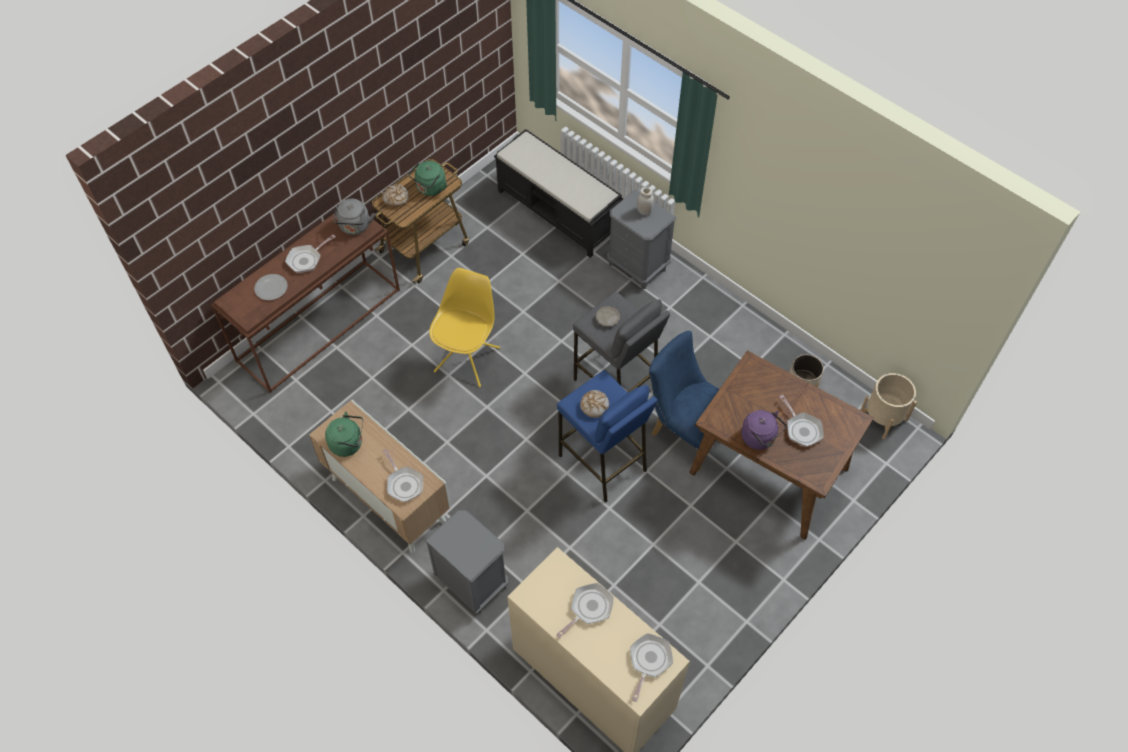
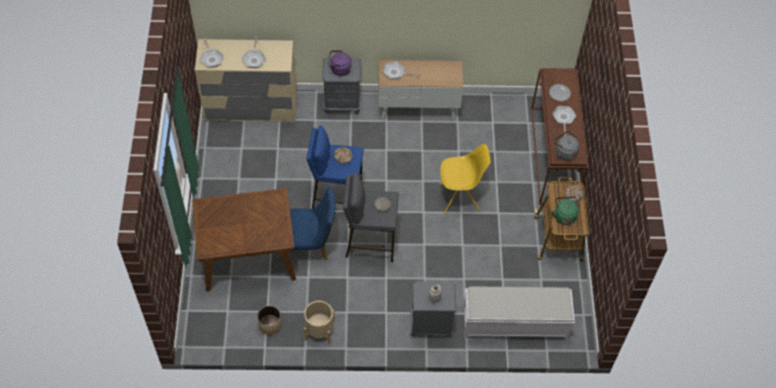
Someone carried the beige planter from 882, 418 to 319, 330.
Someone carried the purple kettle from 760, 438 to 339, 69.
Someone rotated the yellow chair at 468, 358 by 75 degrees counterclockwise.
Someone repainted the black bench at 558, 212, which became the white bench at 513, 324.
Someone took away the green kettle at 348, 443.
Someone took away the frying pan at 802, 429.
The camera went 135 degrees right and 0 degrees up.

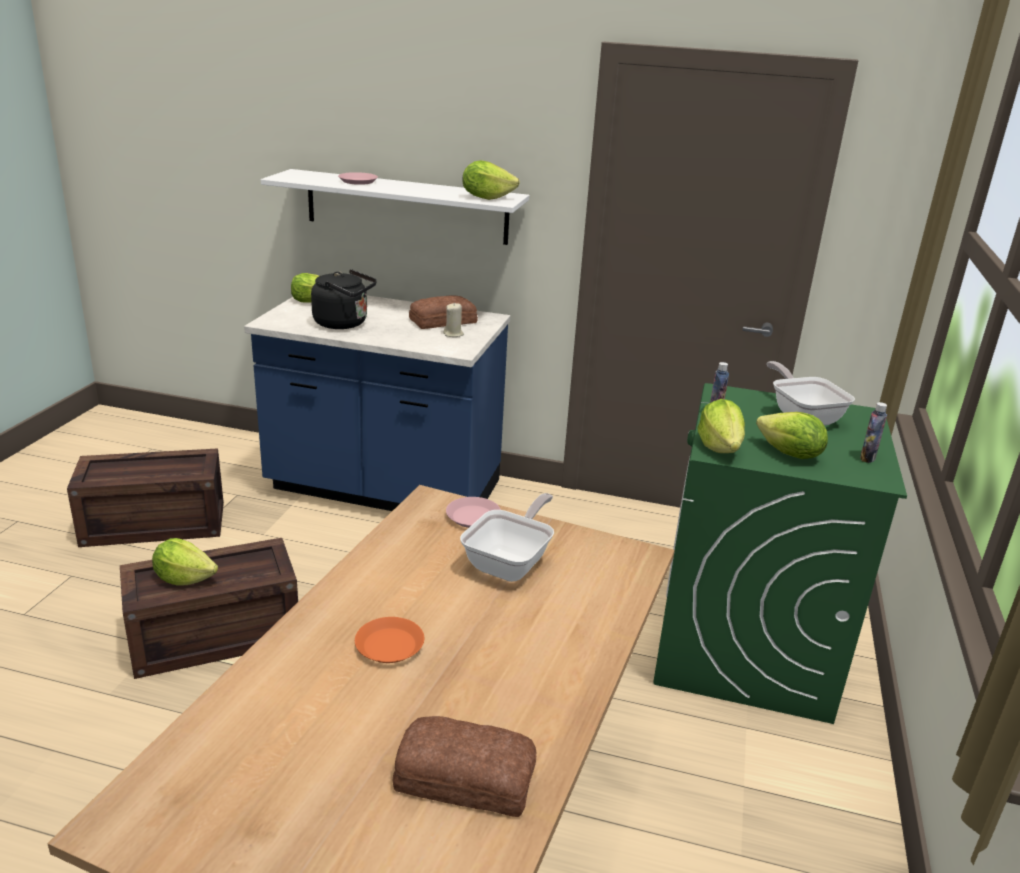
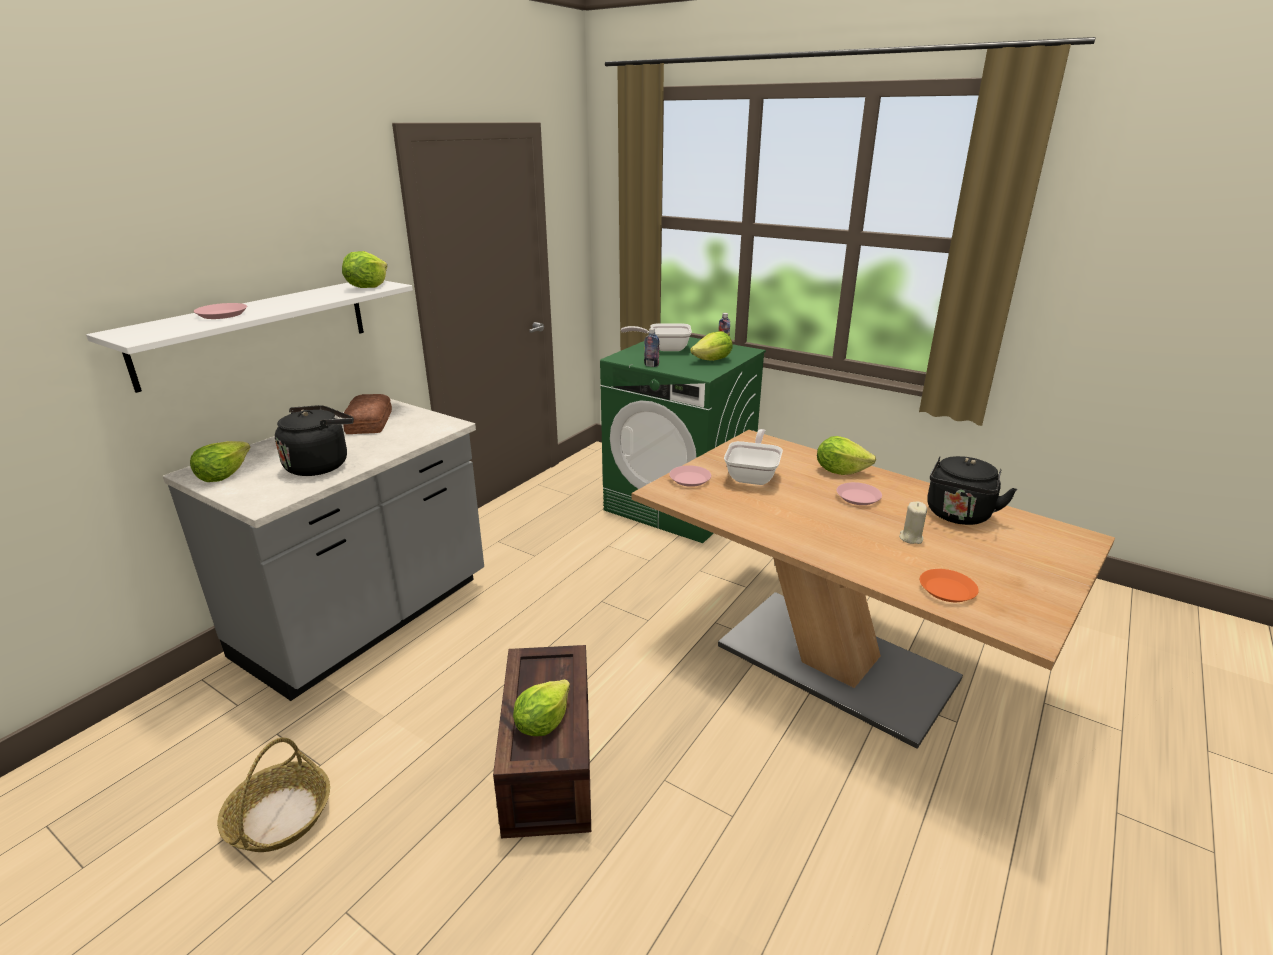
Someone repainted the blue counter at 384, 489, which became the grey counter at 367, 619.
Someone swapped the crate at 156, 523 for the basket at 280, 816.
Someone rotated the frying pan at 511, 562 by 60 degrees clockwise.
Someone carried the lettuce from 720, 447 to 840, 471.
Someone put down the pink plate at 858, 497.
Someone carried the beige candle from 453, 334 to 910, 538.
Someone carried the orange plate from 390, 646 to 947, 590.
Someone swapped the bread at 464, 775 for the black kettle at 958, 516.
The camera went 70 degrees left and 0 degrees up.

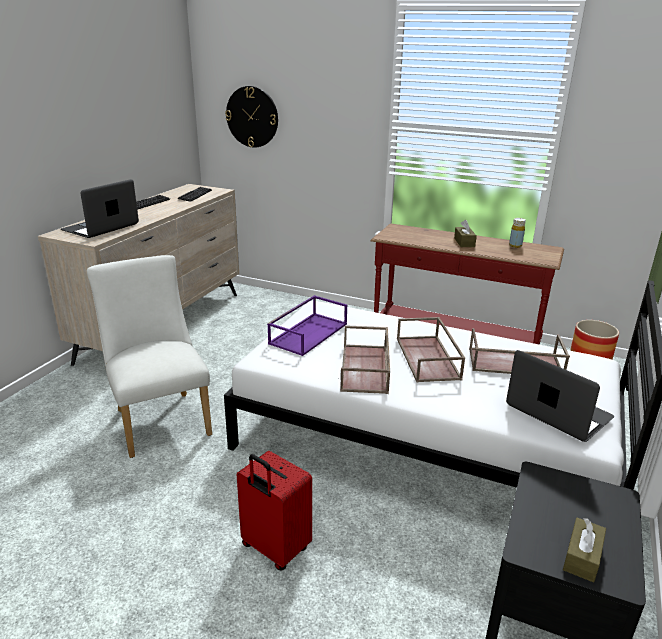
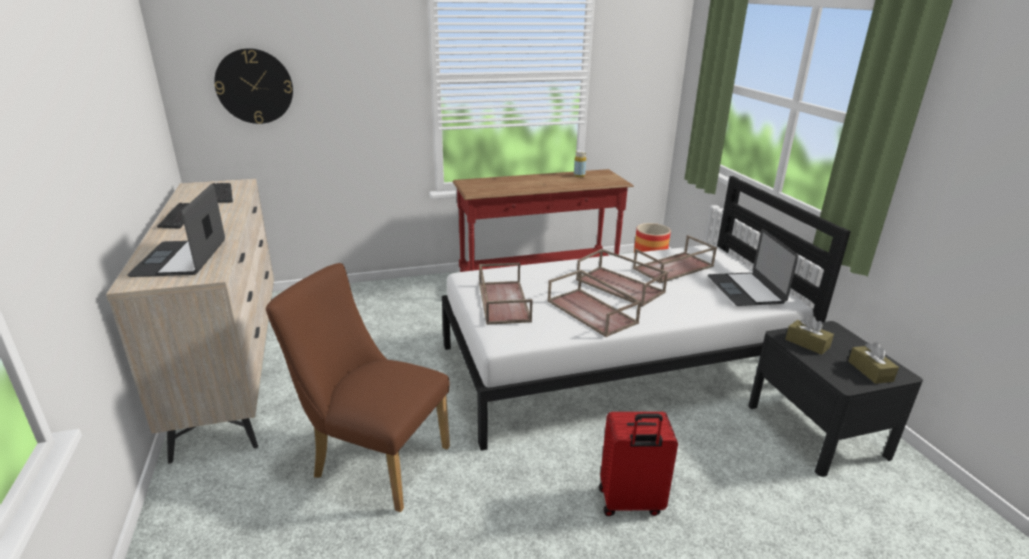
Someone repainted the white chair at 160, 418, which became the brown chair at 374, 460.
Someone repainted the purple tray at 308, 333, which became the brown tray at 502, 301.
Someone rotated the laptop at 558, 412 by 105 degrees counterclockwise.
Someone carried the brown tissue box from 464, 242 to 807, 343.
The camera went 40 degrees left and 0 degrees up.

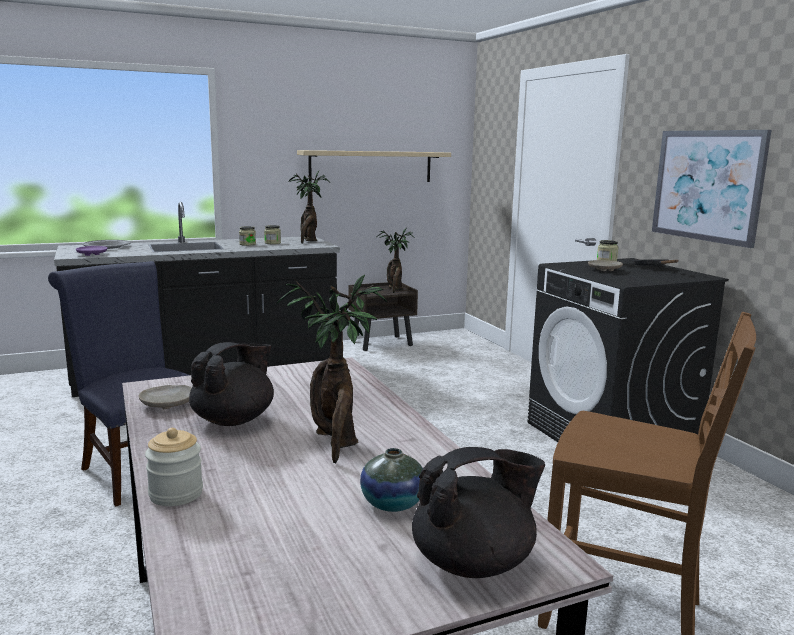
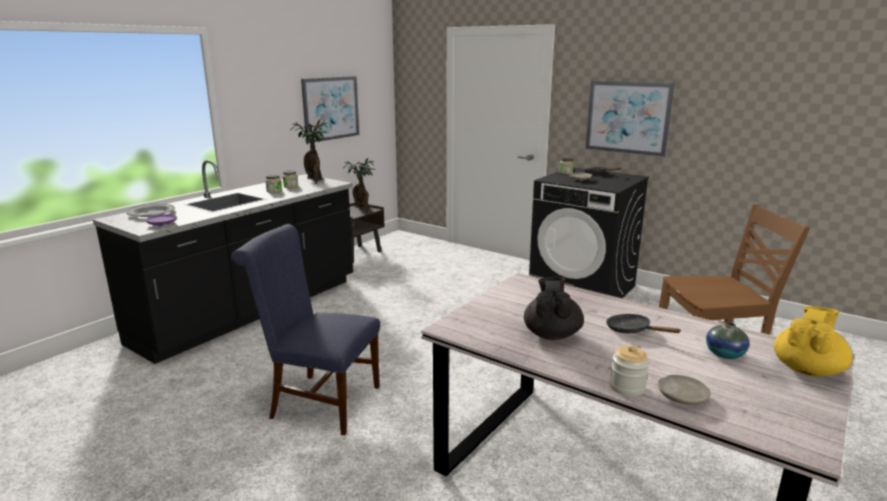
Someone swapped the beige shelf at 371, 166 for the picture at 331, 108.
Someone swapped the potted plant at 336, 443 for the black frying pan at 632, 330.
Someone carried the beige plate from 168, 404 to 682, 396.
Someone repainted the black teapot at 474, 563, which became the yellow teapot at 807, 369.
The camera went 30 degrees left and 5 degrees up.

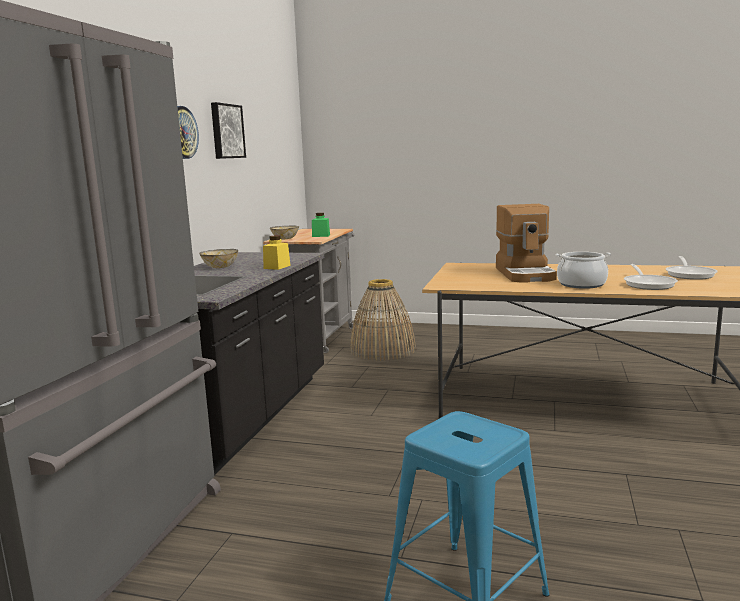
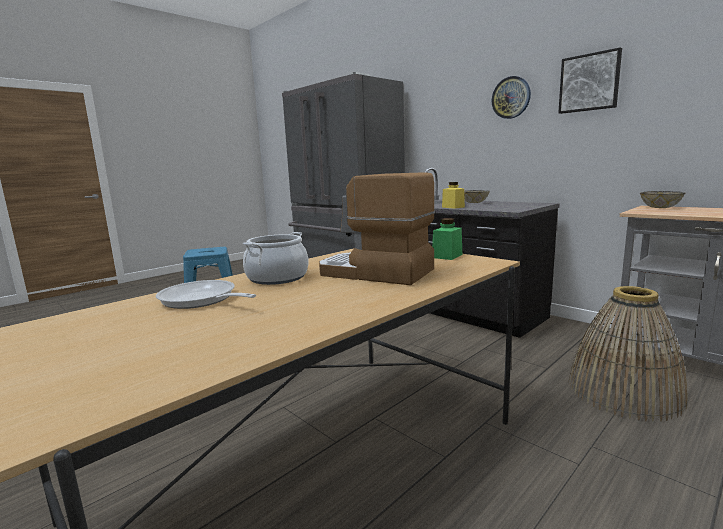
Someone carried the green jar from 321, 236 to 447, 256.
Someone took away the frying pan at 690, 274.
The camera went 120 degrees right and 0 degrees up.

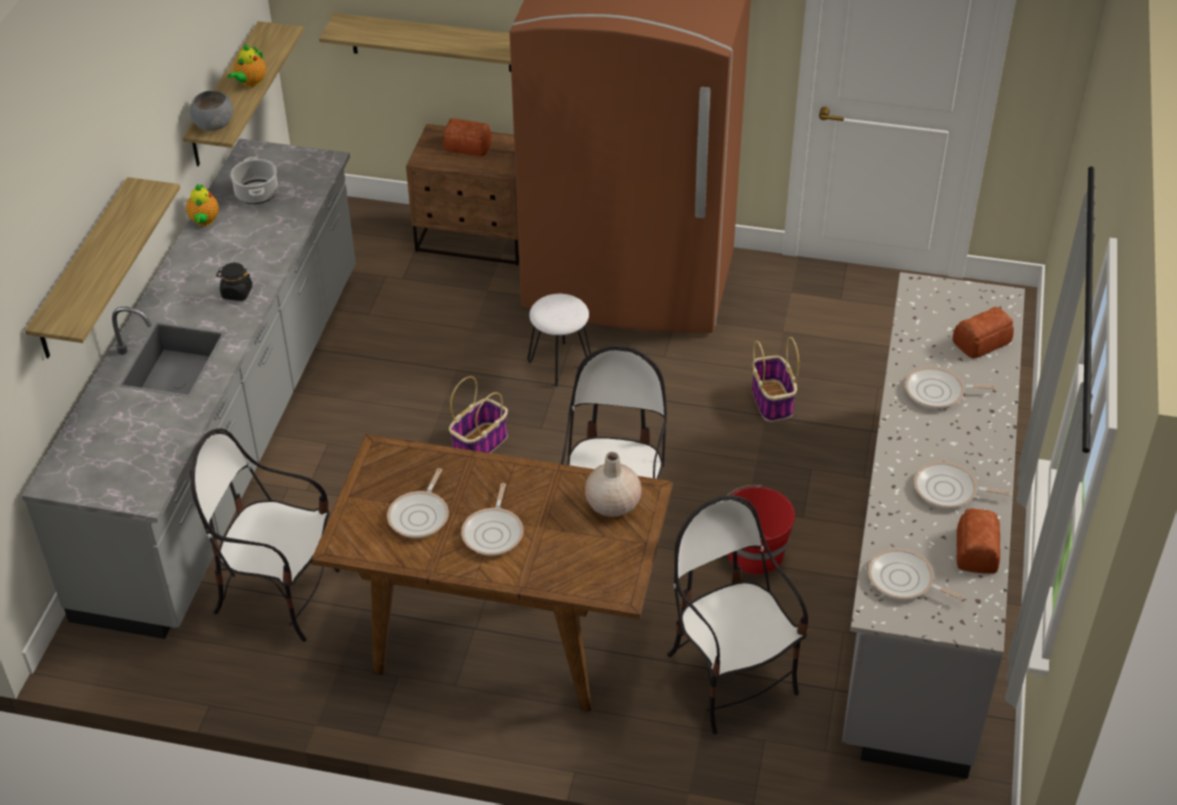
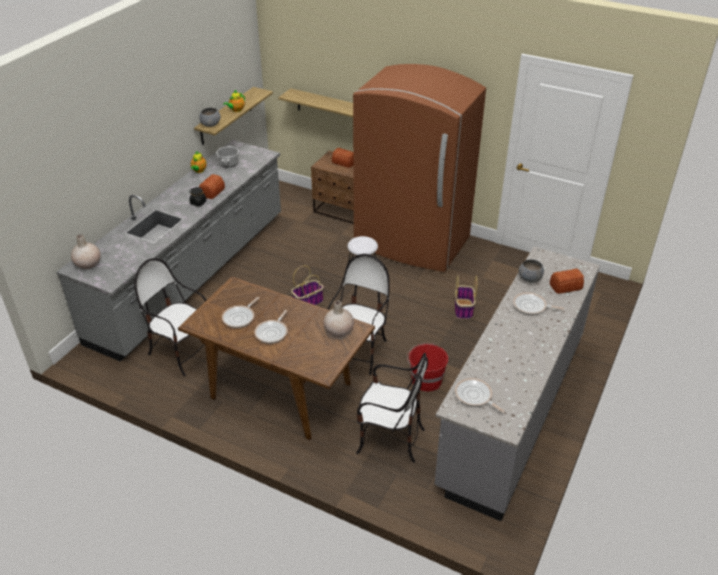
Someone put down the beige vase at 88, 264.
Someone carried the bread from 975, 551 to 211, 192.
Someone rotated the chair at 730, 678 by 120 degrees clockwise.
Someone put down the grey bowl at 529, 278.
Someone took away the shelf at 83, 270.
Someone took away the frying pan at 949, 490.
The camera went 15 degrees right and 5 degrees down.

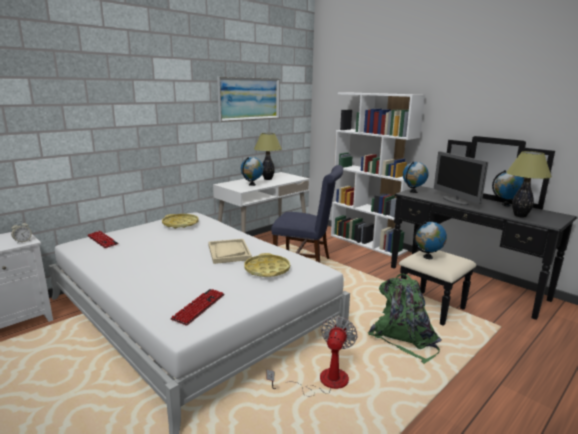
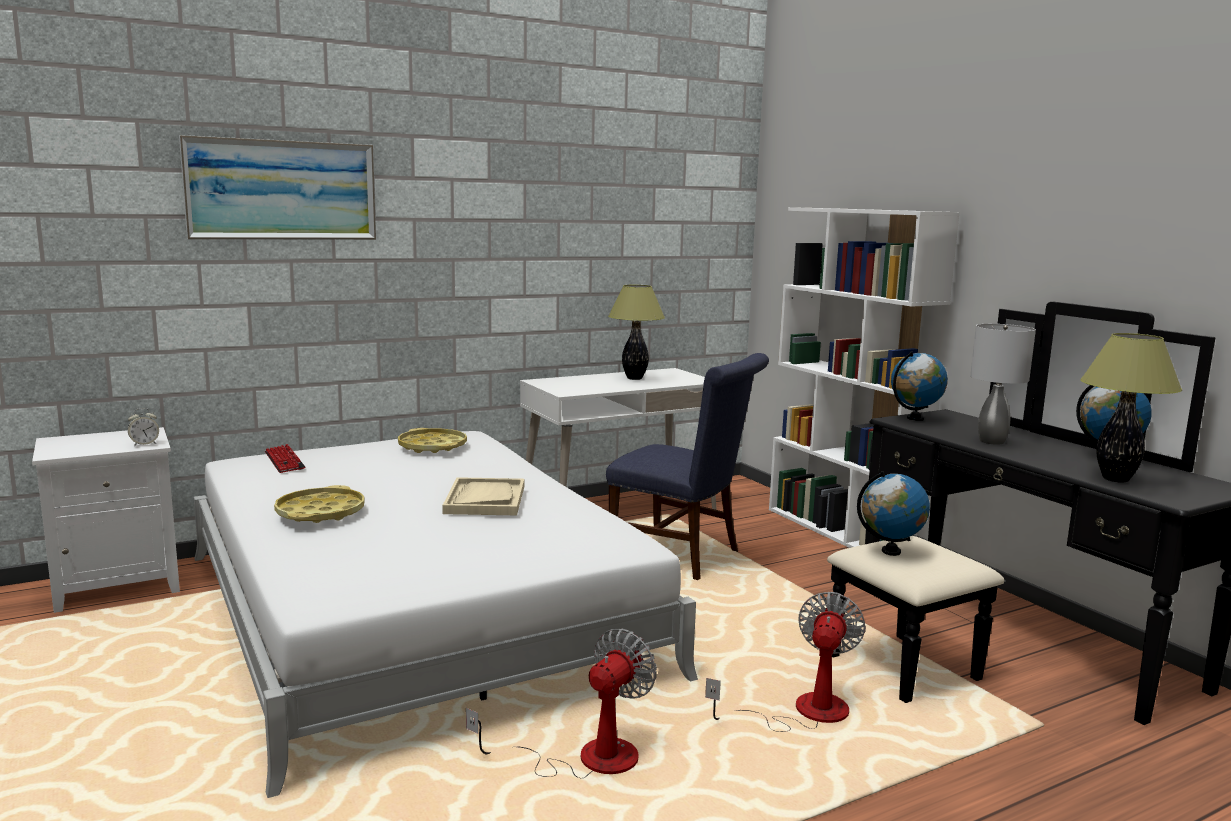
Someone carried the picture from 249, 99 to 282, 190.
Someone carried the yellow tray from 267, 270 to 320, 513.
Someone swapped the green backpack at 404, 338 for the fan at 803, 713.
Someone swapped the monitor at 455, 201 for the grey table lamp at 992, 441.
Someone took away the keyboard at 199, 307.
Someone took away the globe at 252, 185.
The camera went 15 degrees right and 5 degrees down.

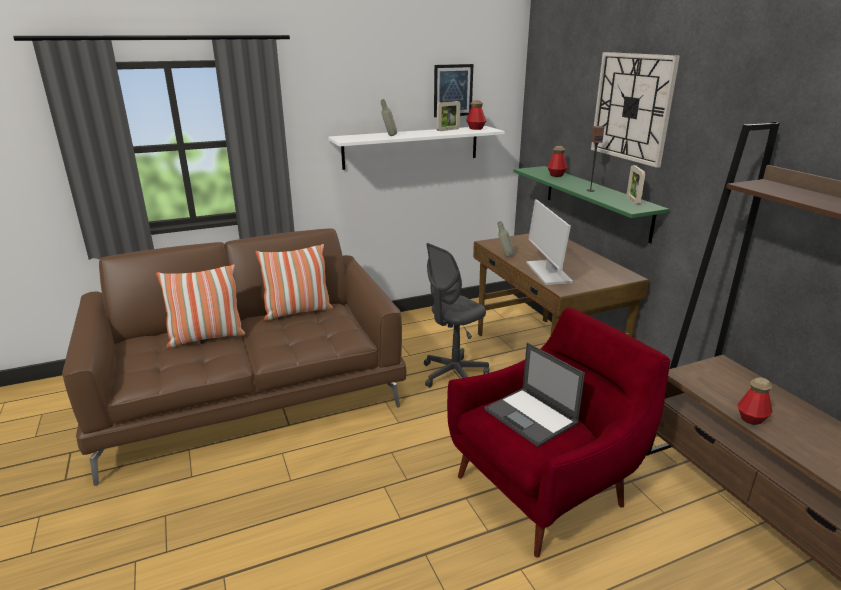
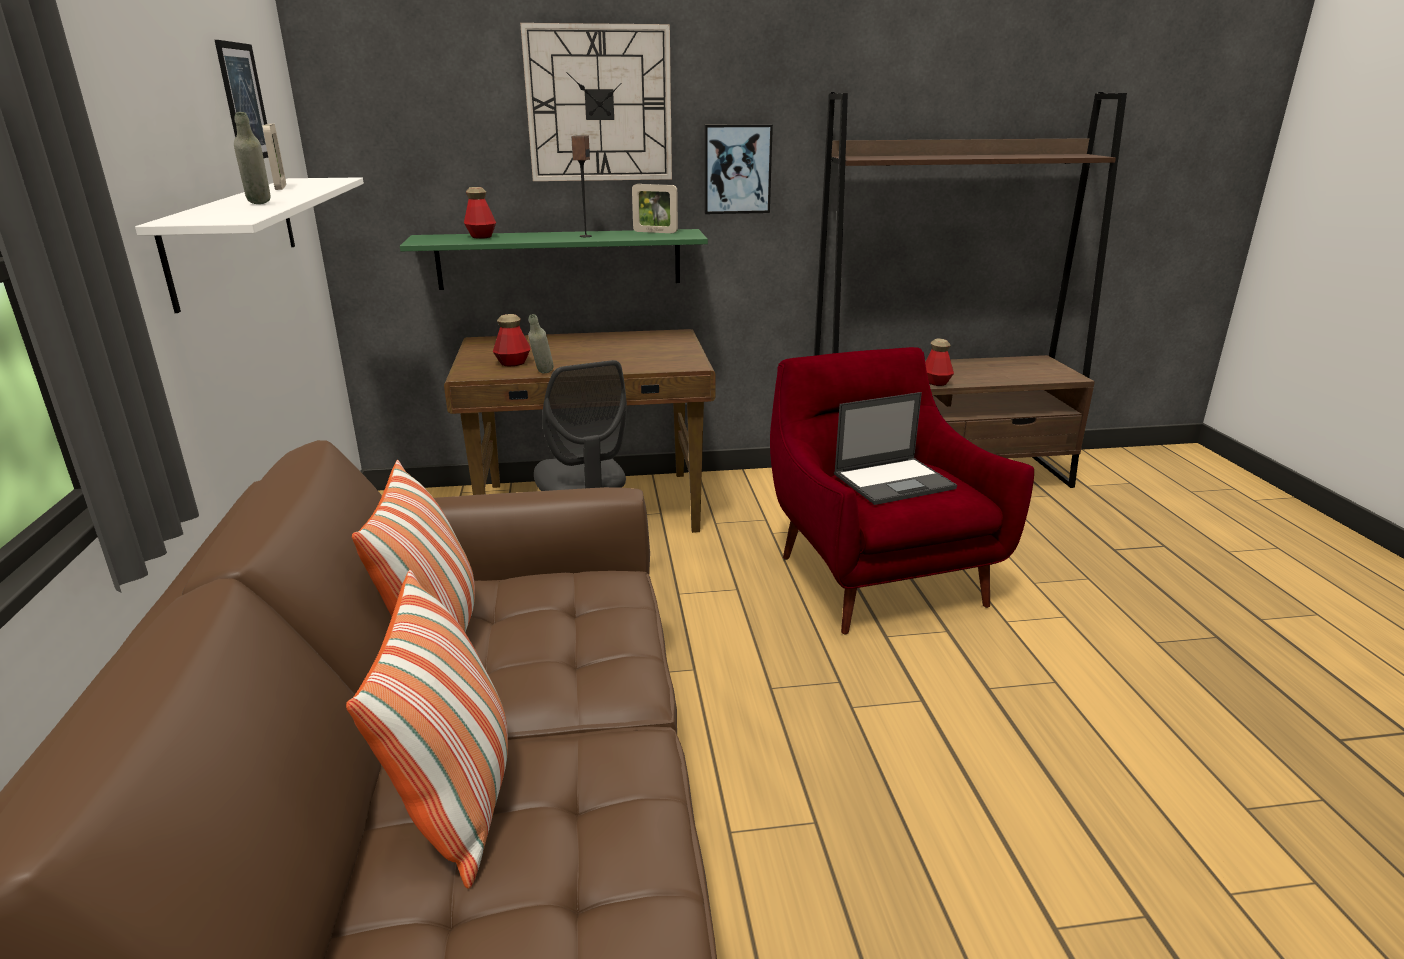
Someone carried the bottle from 475, 128 to 513, 363.
Someone put up the picture at 737, 169.
Someone took away the monitor at 548, 272.
The camera went 75 degrees left and 0 degrees up.

